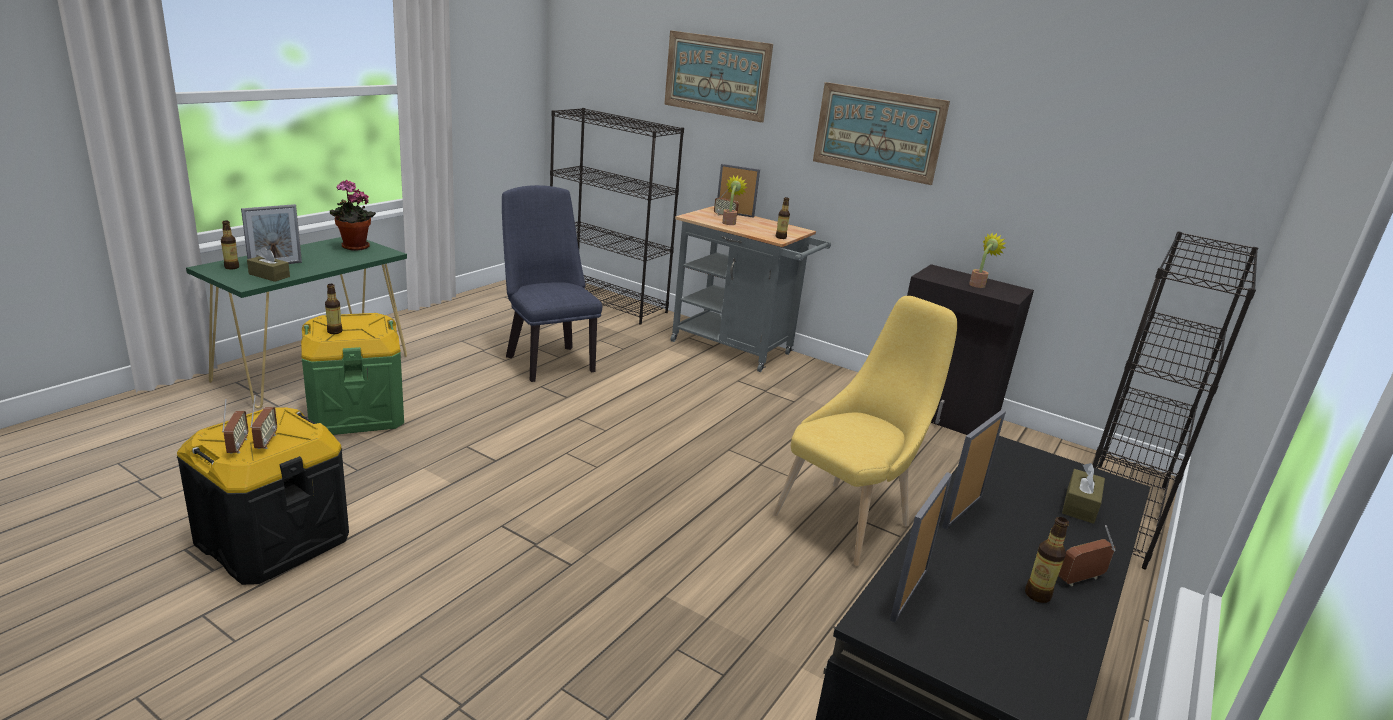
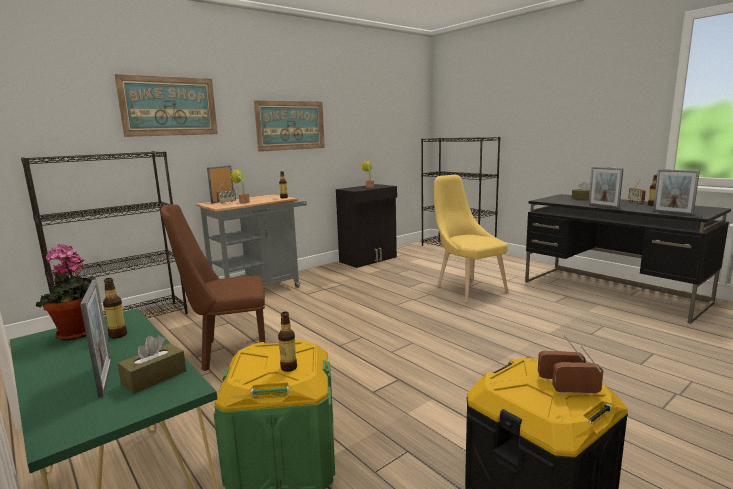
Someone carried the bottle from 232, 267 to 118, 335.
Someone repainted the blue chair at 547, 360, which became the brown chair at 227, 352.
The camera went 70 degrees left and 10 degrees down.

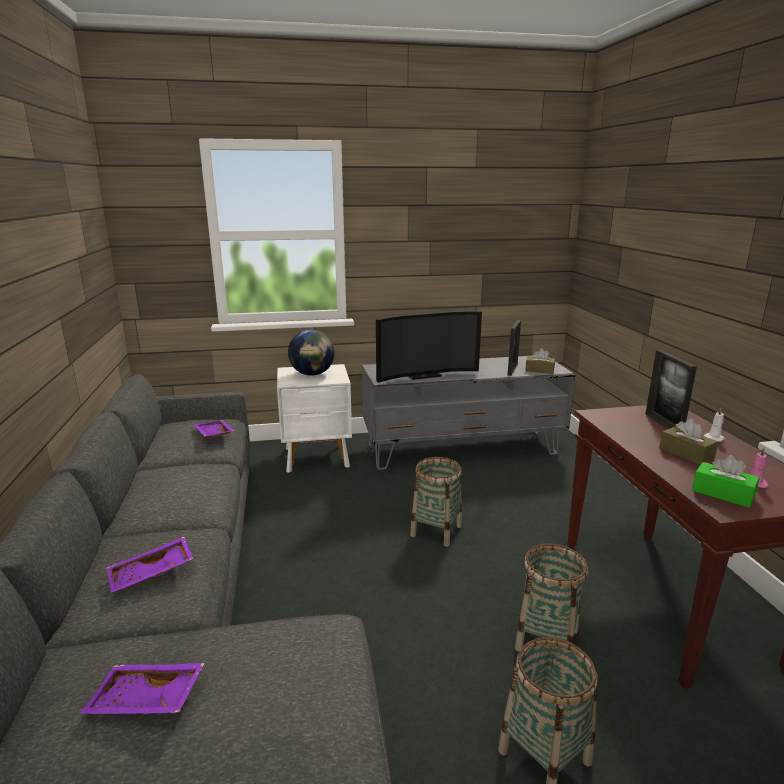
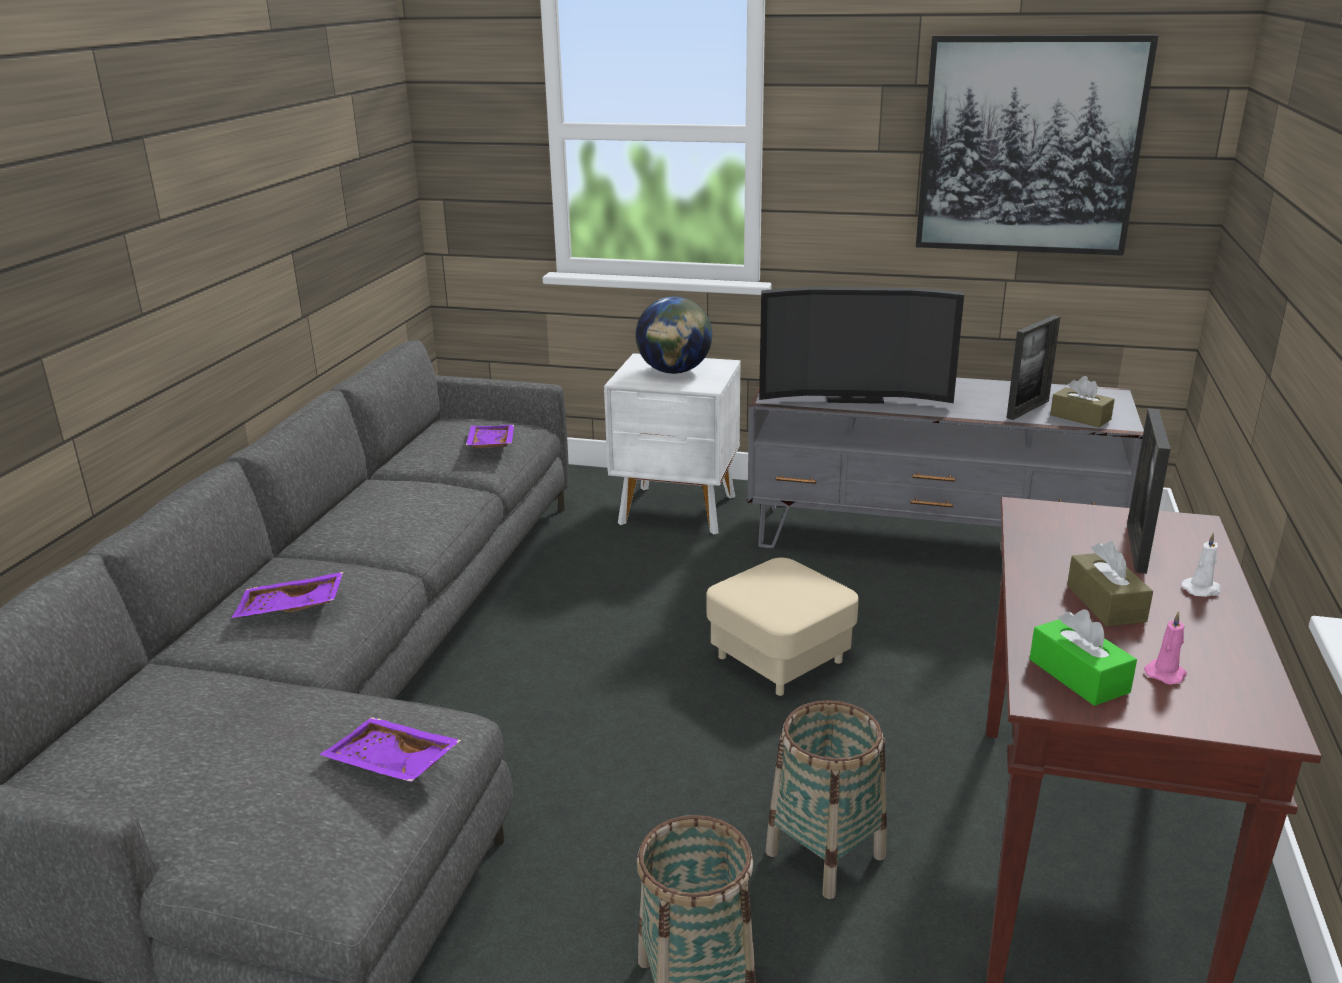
Someone carried the purple tray from 145, 701 to 390, 764.
Someone swapped the basket at 436, 531 for the beige ottoman at 780, 659.
Someone put up the picture at 1029, 146.
The camera went 25 degrees right and 5 degrees up.

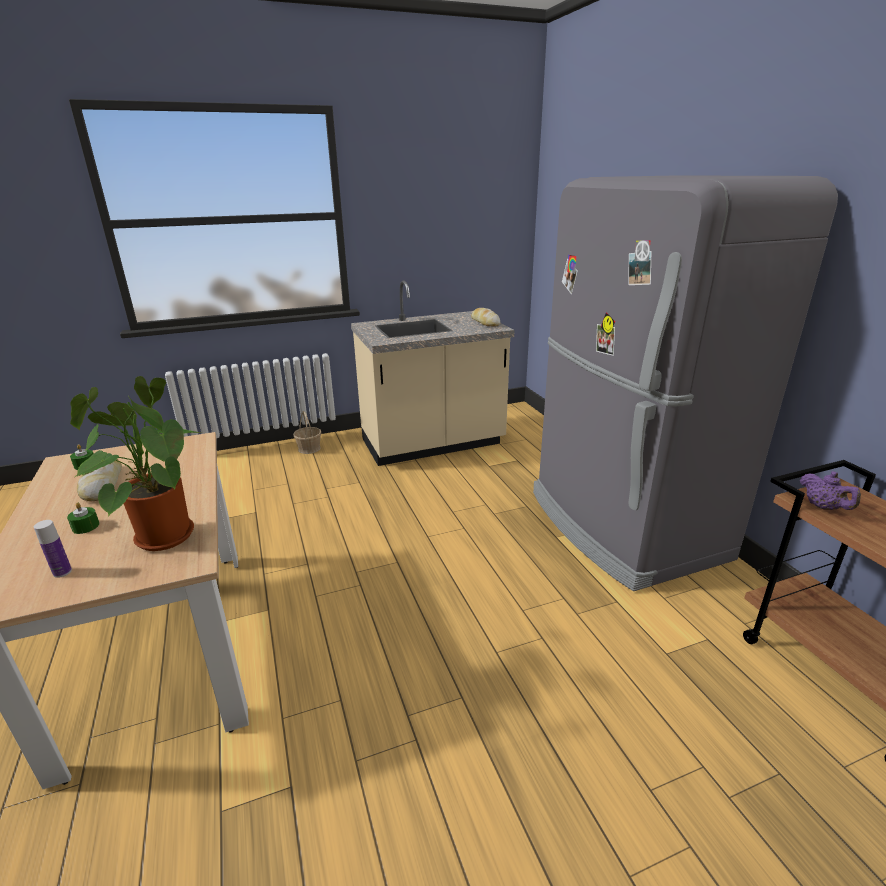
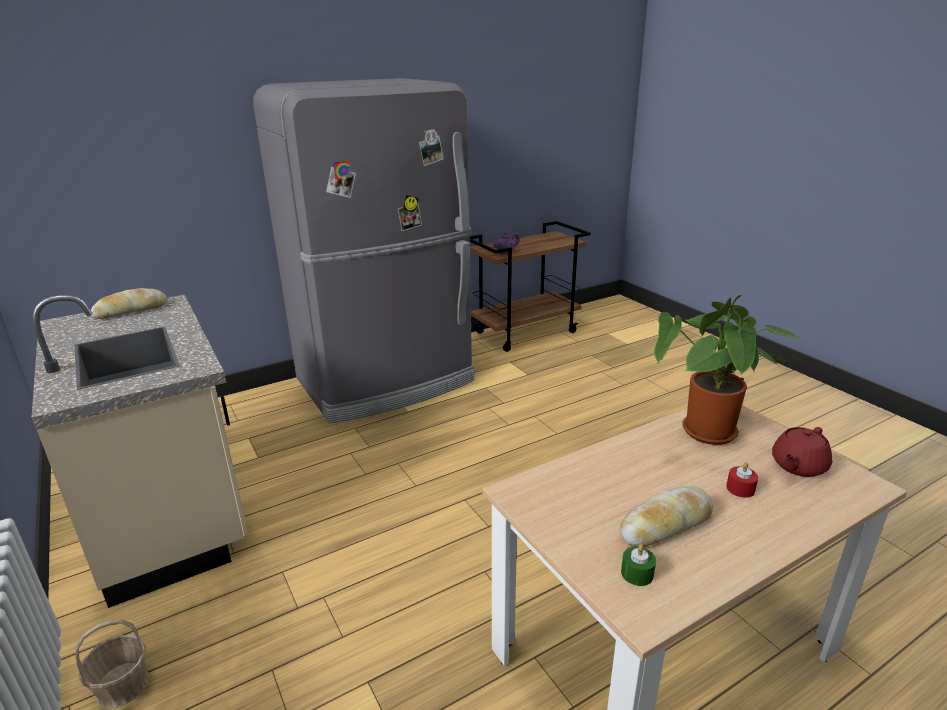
Someone repainted the green candle at 86, 526, which became the red candle at 740, 488.
Someone swapped the bottle at 62, 572 for the red teapot at 797, 466.
The camera went 100 degrees left and 0 degrees up.

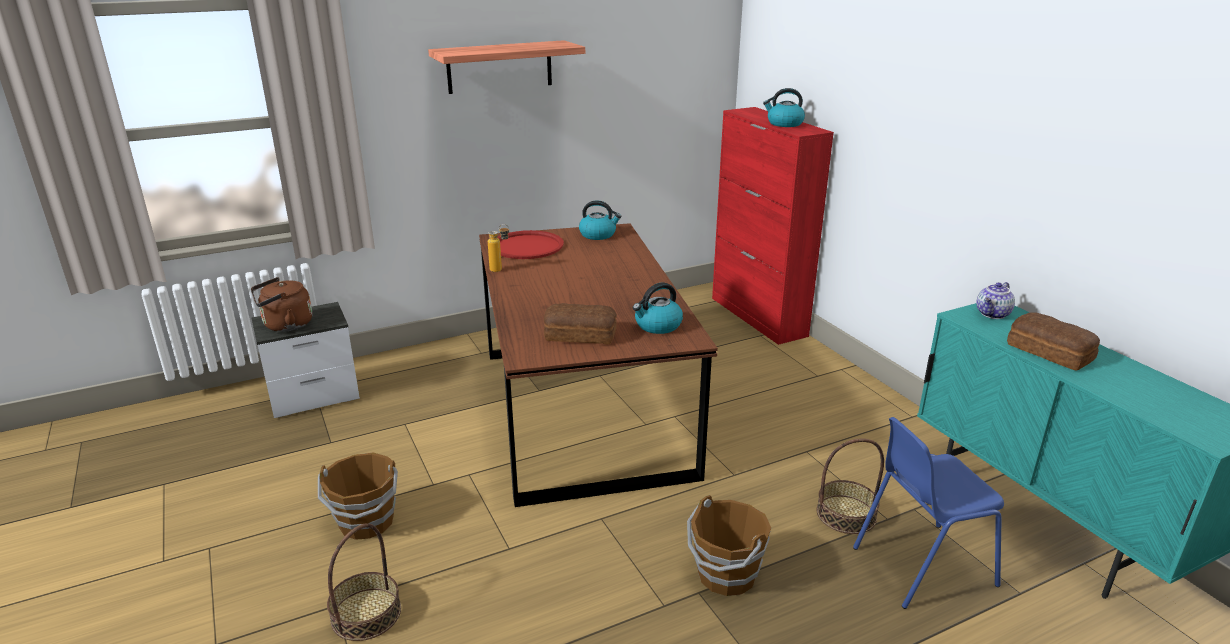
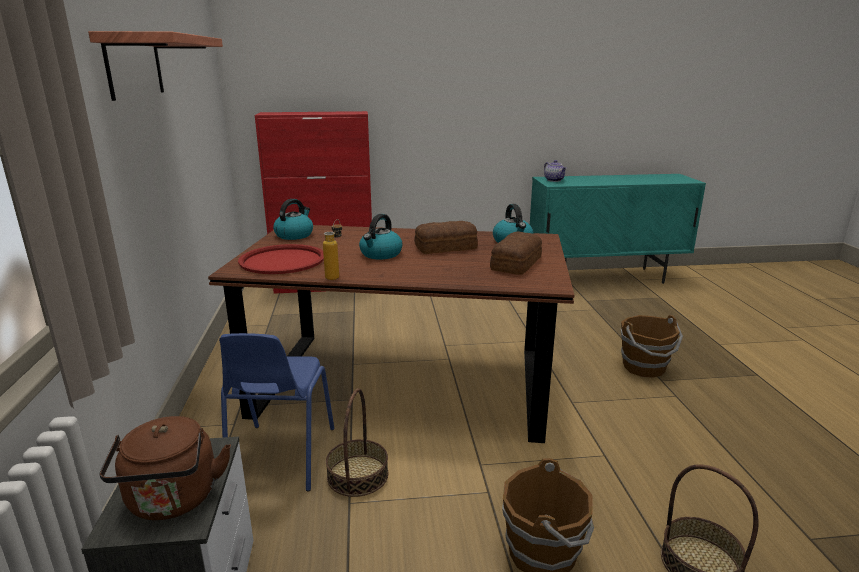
Someone carried the blue chair from 921, 565 to 280, 457.
Someone carried the basket from 846, 514 to 357, 475.
Someone carried the kettle from 784, 124 to 380, 254.
Someone carried the bread from 1050, 353 to 447, 248.
The camera went 70 degrees left and 5 degrees down.

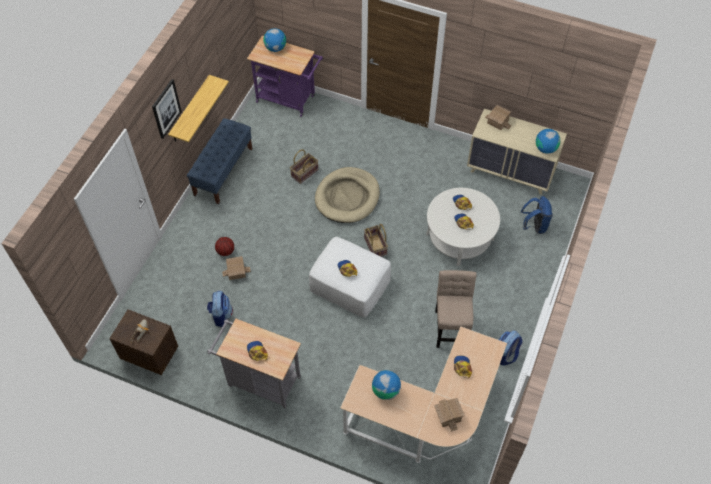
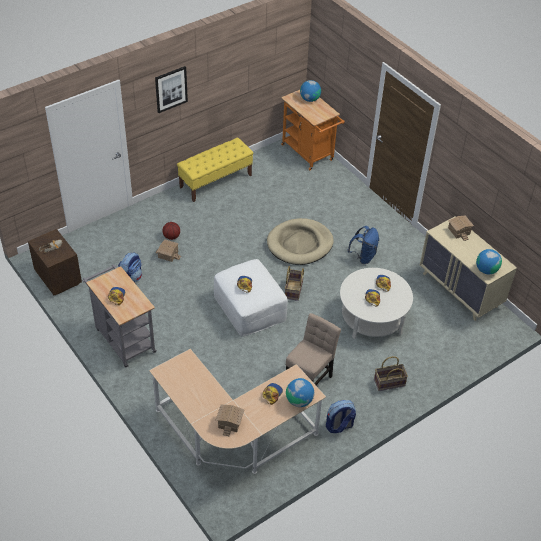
Someone repainted the blue bench at 223, 171, which became the yellow bench at 216, 181.
Someone repainted the purple cart at 289, 100, which became the orange cart at 309, 154.
Someone carried the globe from 385, 390 to 299, 400.
Someone carried the blue backpack from 534, 225 to 363, 257.
Someone carried the basket from 305, 173 to 389, 383.
Someone took away the shelf at 190, 110.
The camera went 30 degrees right and 10 degrees down.

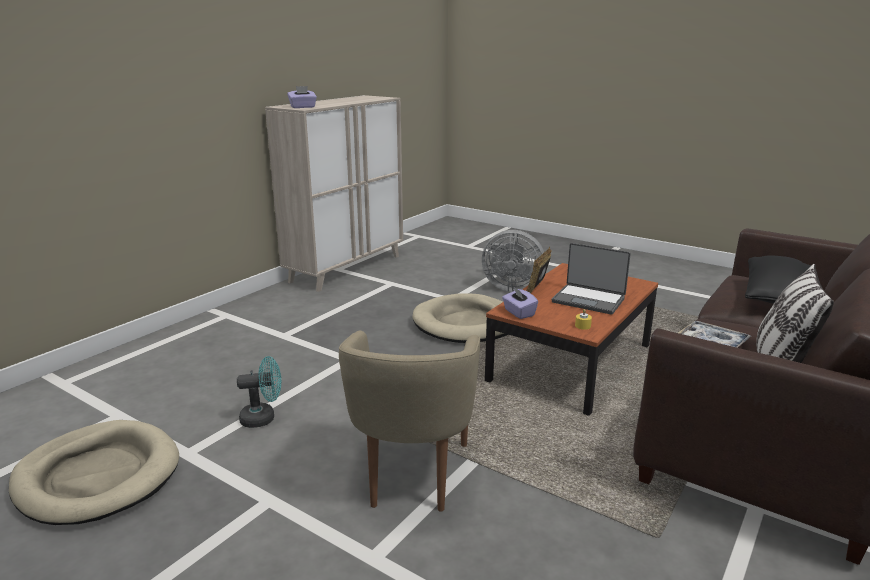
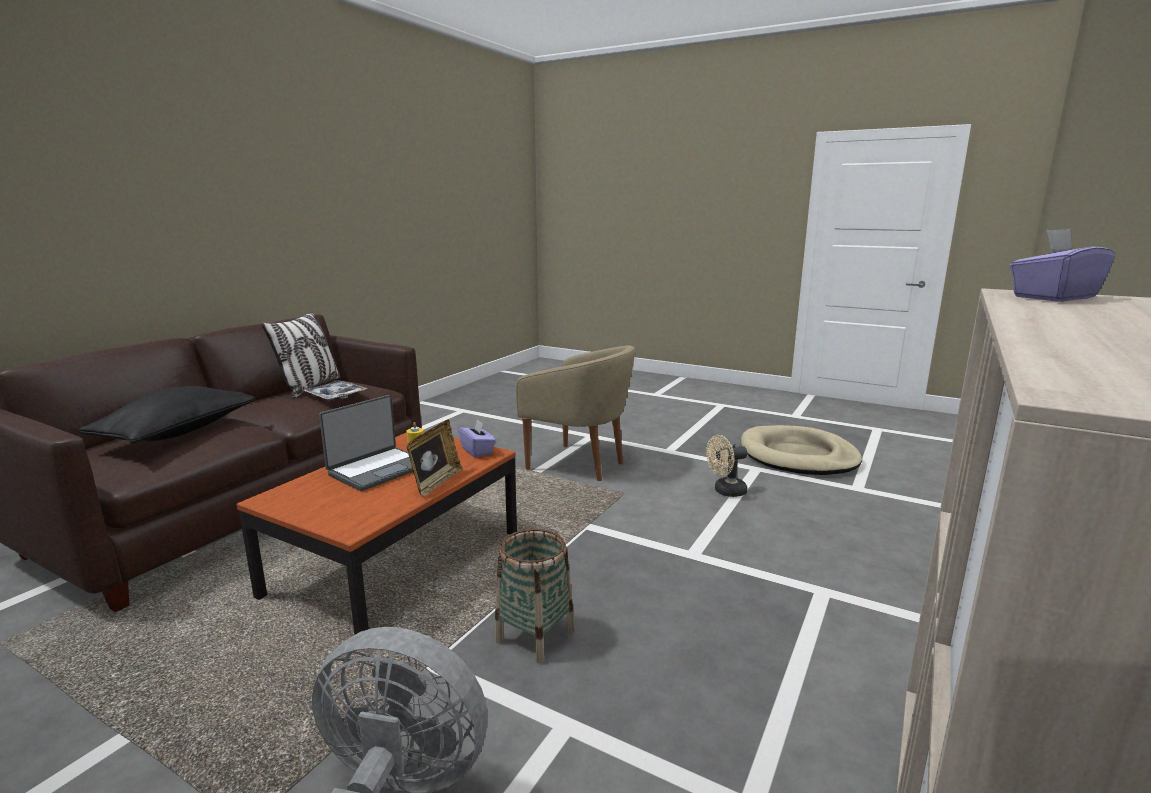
Someone rotated the laptop at 589, 300 by 105 degrees clockwise.
Someone swapped the beige dog bed at 466, 323 for the basket at 534, 636.
Someone rotated the beige armchair at 412, 474 by 120 degrees clockwise.
Someone repainted the turquoise fan at 263, 418, which became the beige fan at 725, 491.
The camera went 175 degrees right and 5 degrees down.

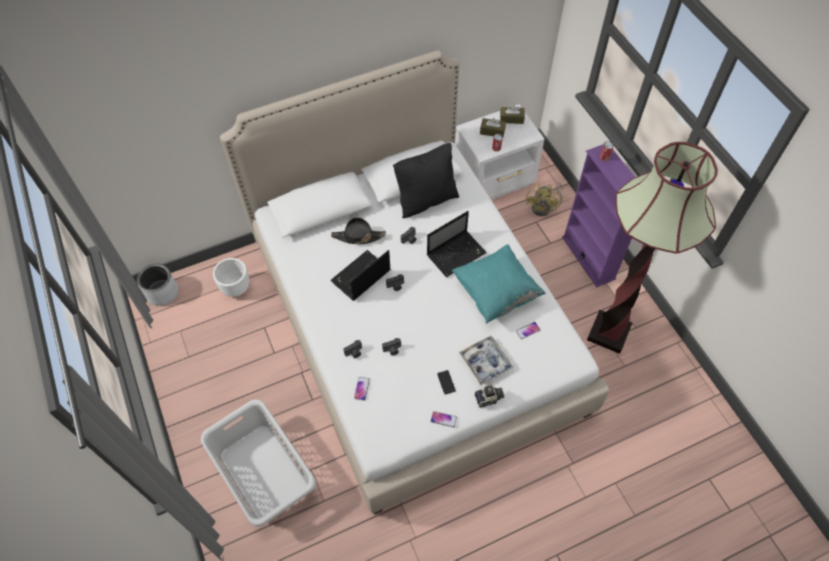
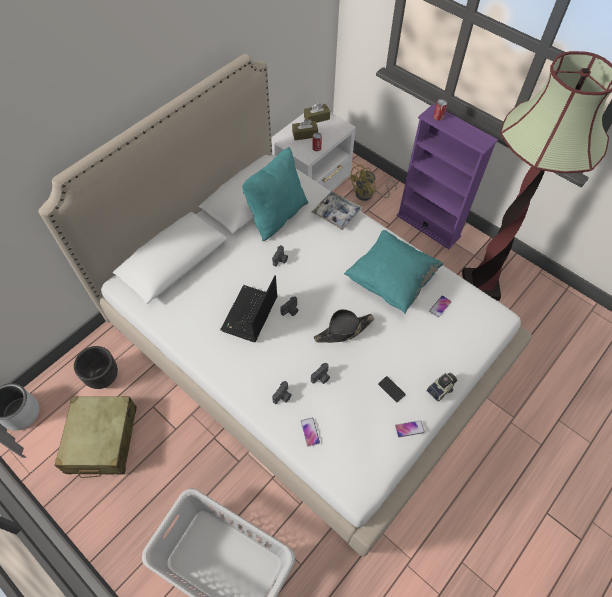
Someone put down the beige suitcase at 102, 440.
Someone repainted the white planter at 236, 287, which became the black planter at 103, 377.
Someone repainted the black pillow at 426, 199, which became the turquoise pillow at 276, 215.
Someone carried the tray from 485, 362 to 336, 213.
Someone carried the black hat from 358, 236 to 343, 330.
Someone rotated the yellow fan at 544, 207 by 60 degrees clockwise.
Someone took away the laptop at 457, 253.
The camera went 25 degrees left and 0 degrees up.

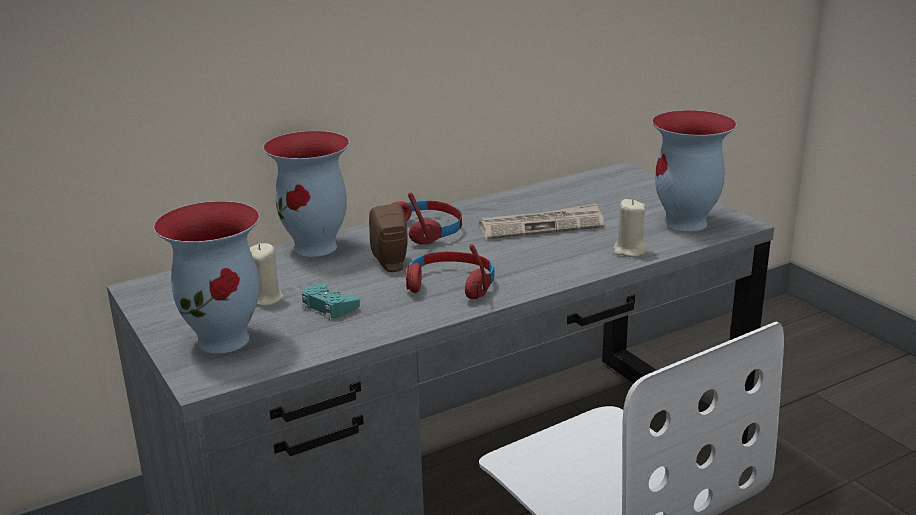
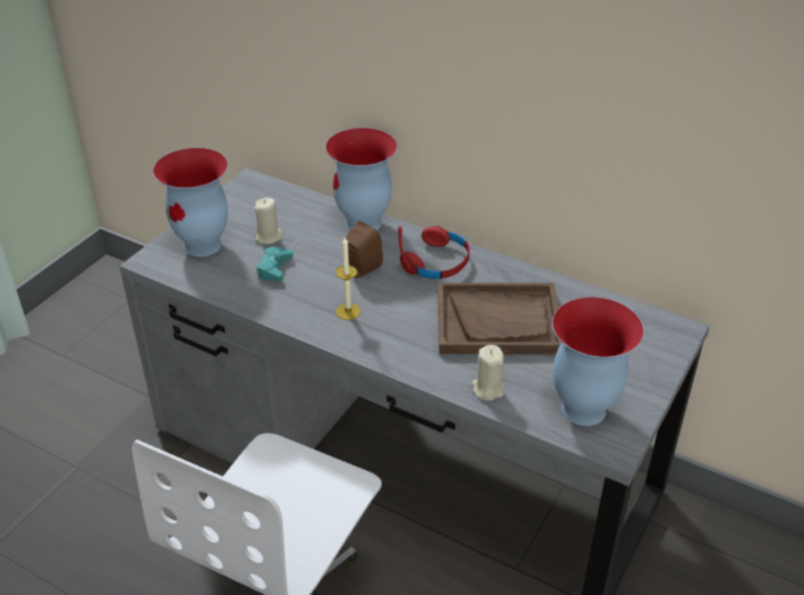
Someone swapped the red headphones at 451, 285 for the candle at 348, 311.
Someone swapped the newspaper at 542, 226 for the brown tray at 498, 321.
The camera went 60 degrees right and 15 degrees up.

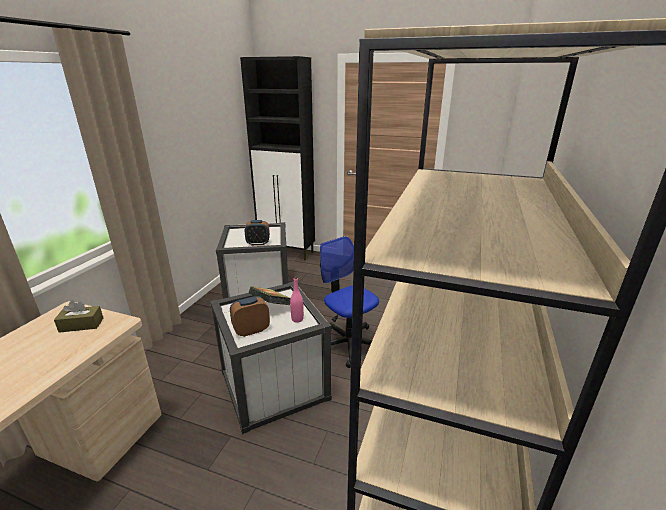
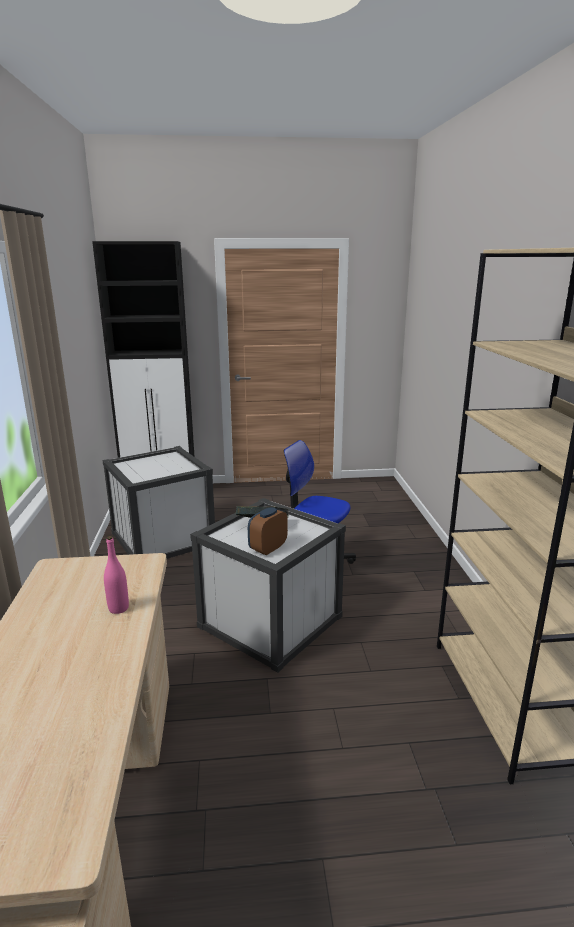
Someone carried the pink bottle from 297, 319 to 118, 608.
Someone took away the brown tissue box at 81, 325.
Someone took away the alarm clock at 258, 243.
The camera went 25 degrees left and 5 degrees down.

